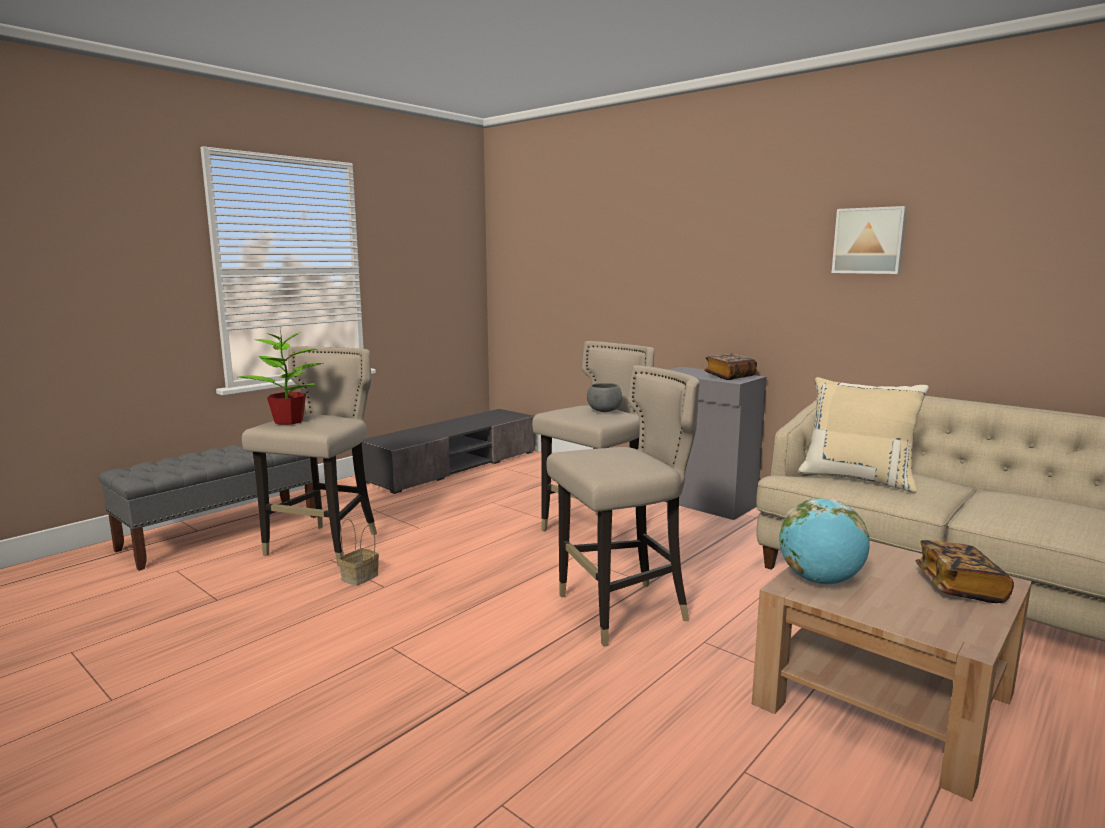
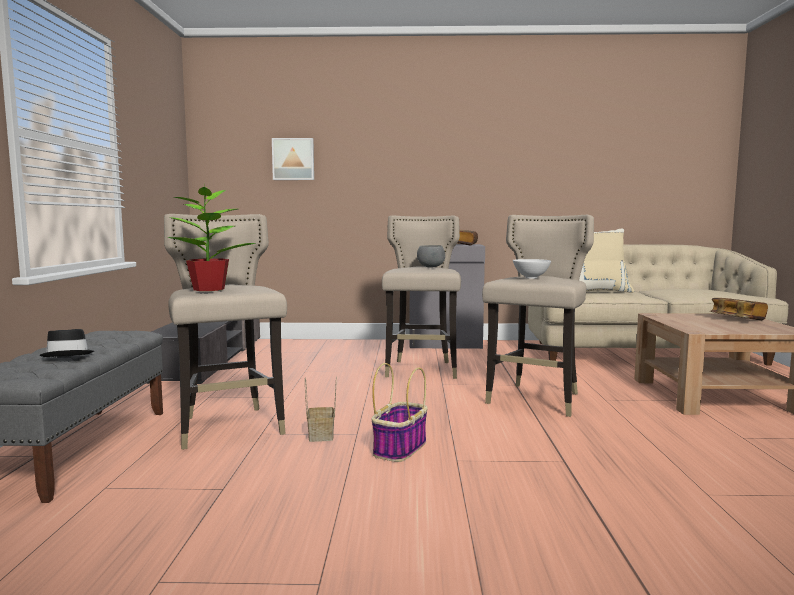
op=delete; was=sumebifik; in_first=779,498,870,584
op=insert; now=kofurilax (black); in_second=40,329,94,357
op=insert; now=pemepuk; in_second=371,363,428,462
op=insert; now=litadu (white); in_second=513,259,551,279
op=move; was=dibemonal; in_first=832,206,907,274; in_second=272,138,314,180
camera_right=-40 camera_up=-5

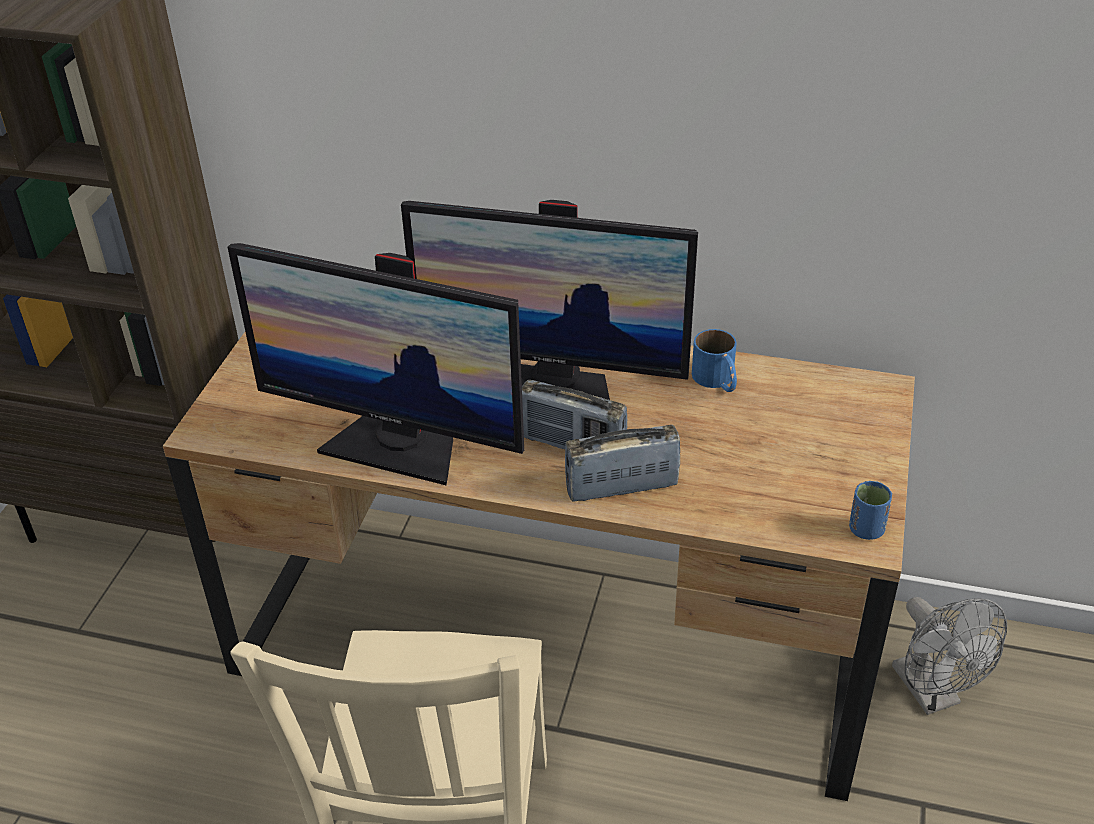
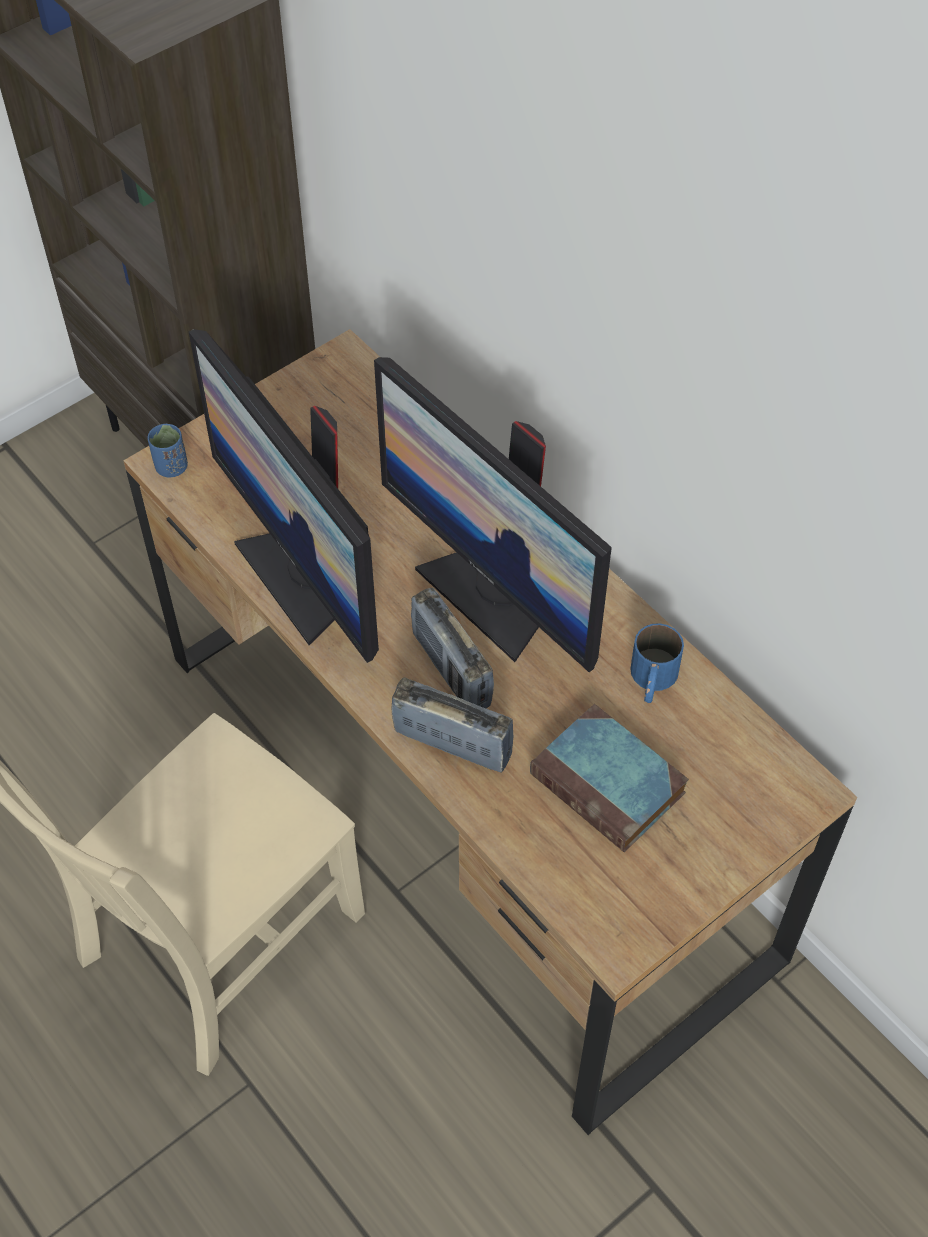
op=delete; was=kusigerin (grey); in_first=892,597,1007,715
op=insert; now=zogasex; in_second=530,704,689,852
op=move; was=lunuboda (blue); in_first=849,481,892,540; in_second=148,424,188,477
camera_right=35 camera_up=15

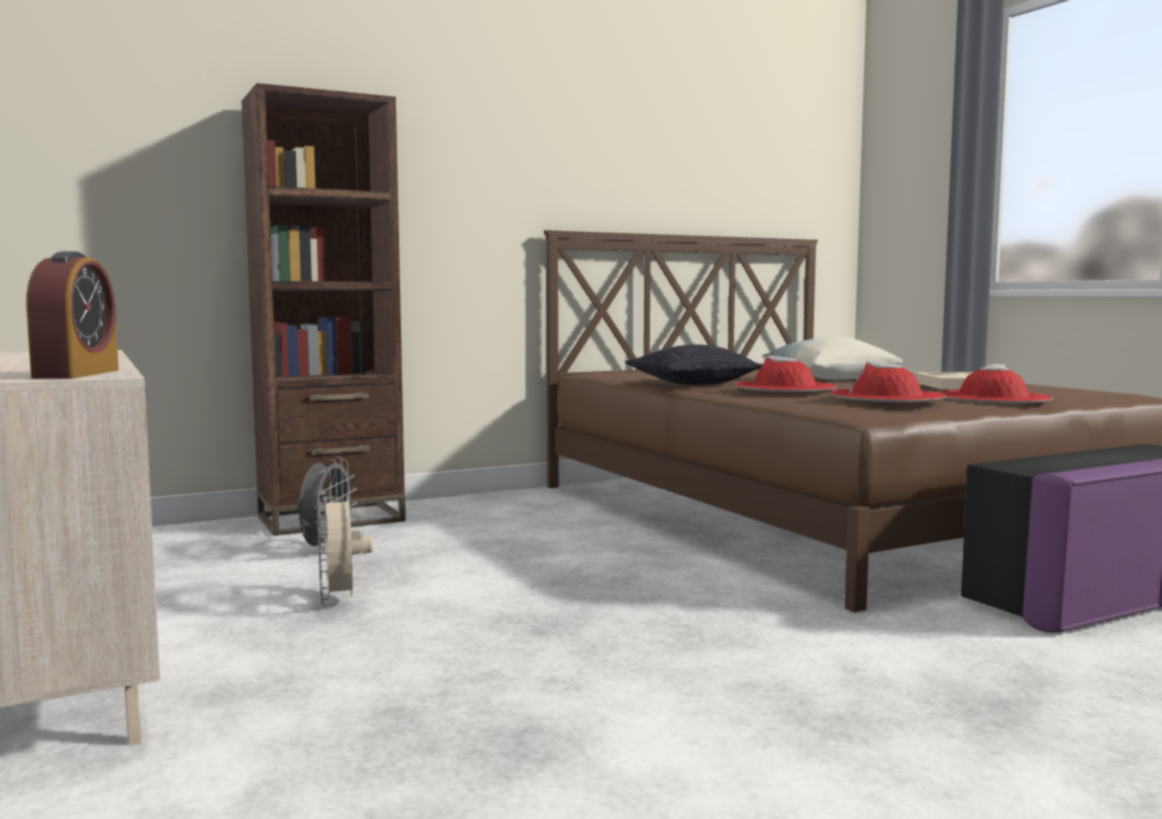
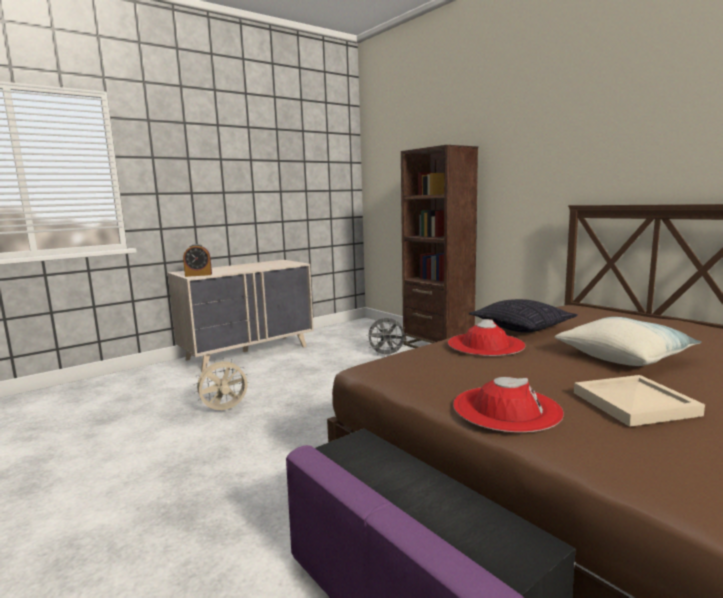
op=delete; was=kofurilax (red); in_first=829,361,946,402
op=move; was=kusigerin (beige); in_first=317,490,373,605; in_second=193,358,248,410
camera_right=80 camera_up=5

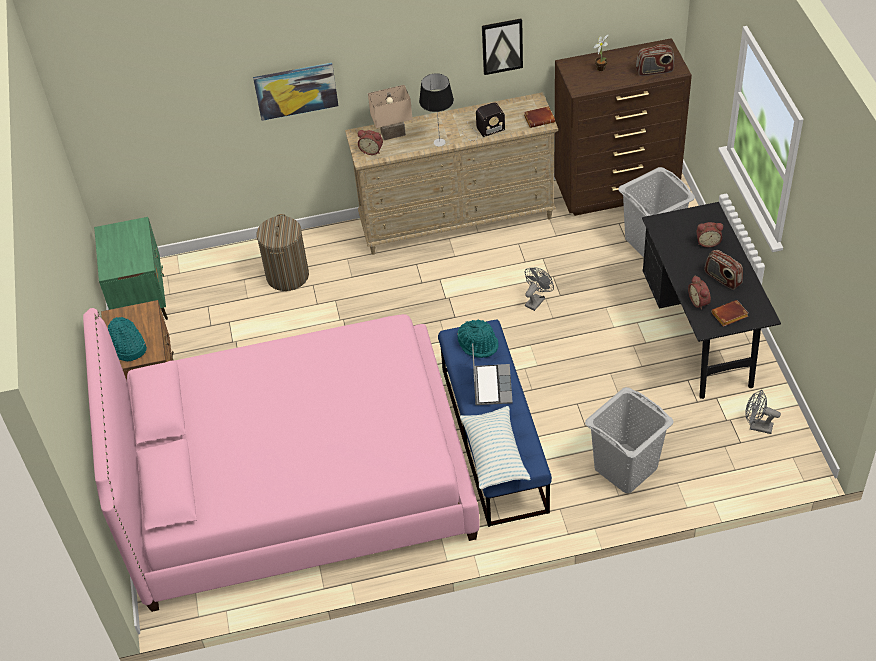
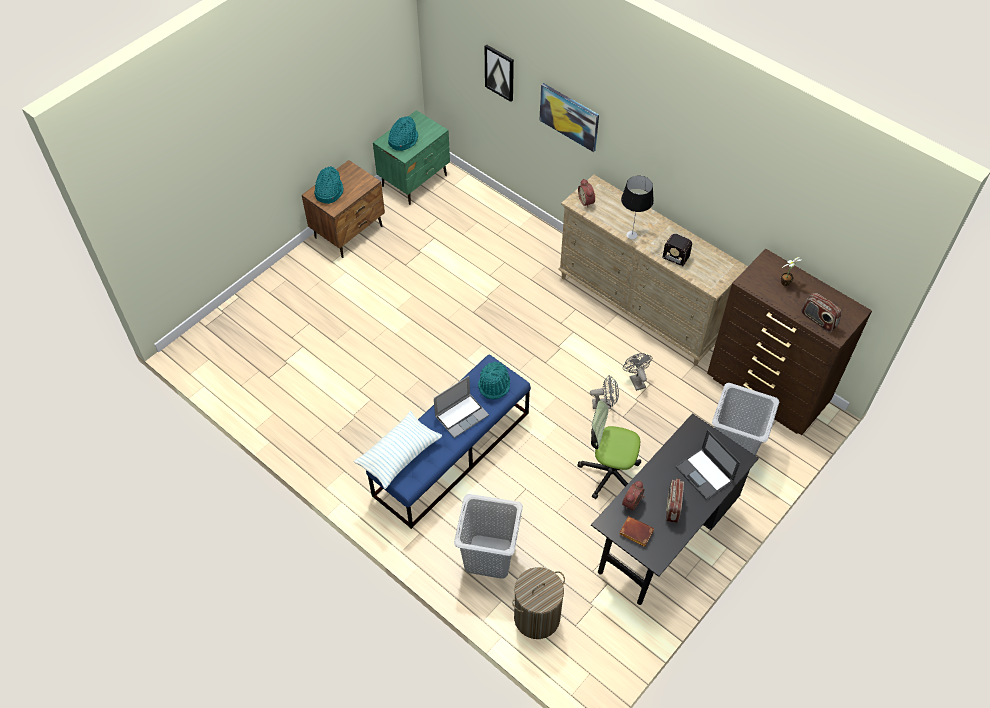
op=delete; was=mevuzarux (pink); in_first=83,308,480,612
op=delete; was=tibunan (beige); in_first=368,85,413,140
op=delete; was=zogasex (brown); in_first=524,106,555,128
op=insert; now=kofurilax (turquoise); in_second=388,116,418,151
op=insert; now=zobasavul; in_second=577,400,641,499
op=move; was=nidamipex; in_first=256,214,309,291; in_second=512,567,565,639
op=move; was=dibemonal; in_first=482,19,523,75; in_second=485,44,514,102
op=move; was=kusigerin (grey); in_first=745,390,781,434; in_second=623,353,652,391
op=replace; was=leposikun; now=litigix; in_first=697,222,723,247; in_second=675,430,740,500
camera_right=50 camera_up=5

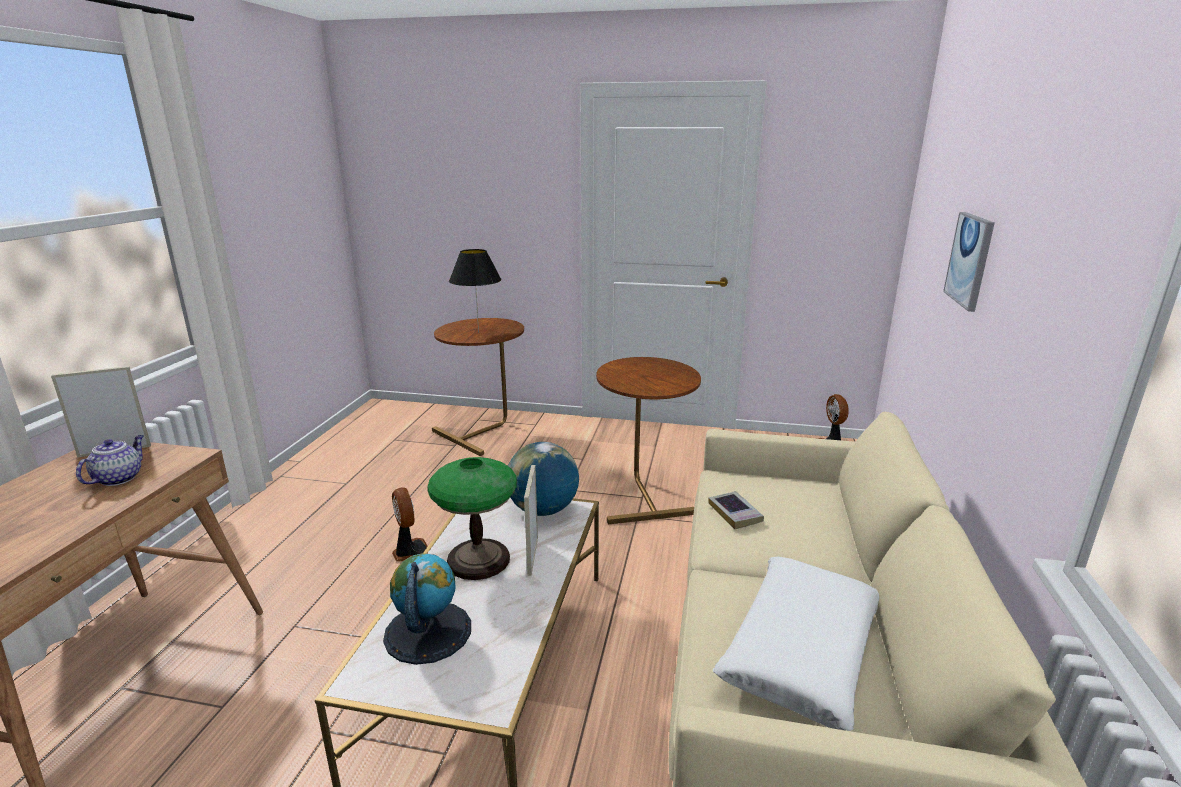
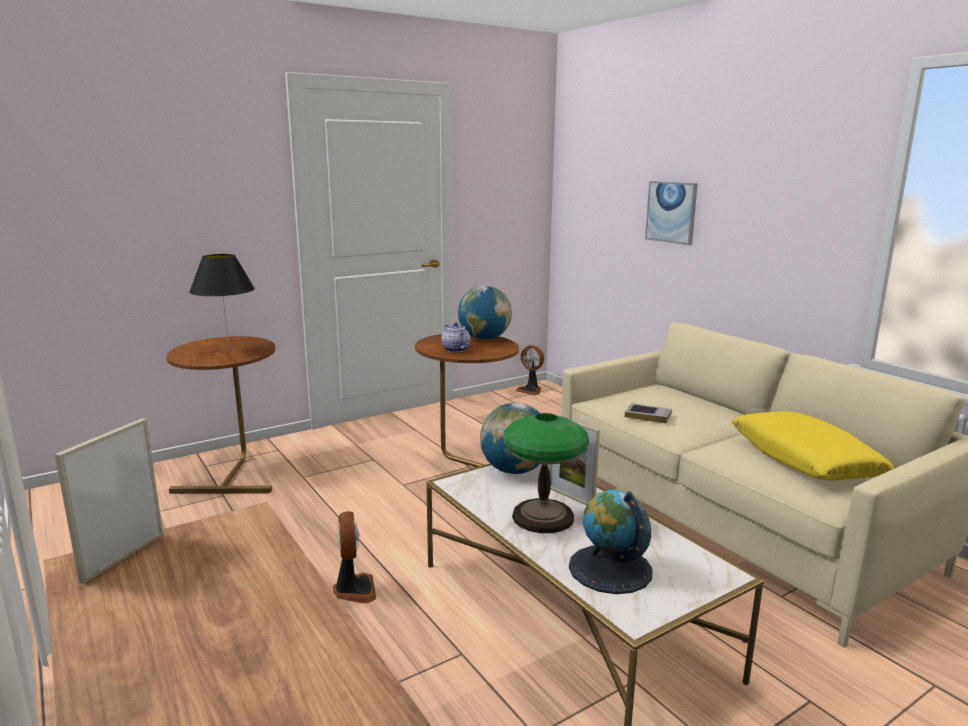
op=insert; now=sumebifik; in_second=458,286,512,340
op=move; was=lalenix; in_first=76,435,144,486; in_second=441,322,470,353
op=recolor; was=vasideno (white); now=vasideno (yellow); in_first=713,557,879,731; in_second=731,411,895,481
op=rotate; was=kusigerin; in_first=392,487,428,562; in_second=333,511,376,603; clockwise=60
camera_right=-45 camera_up=-5

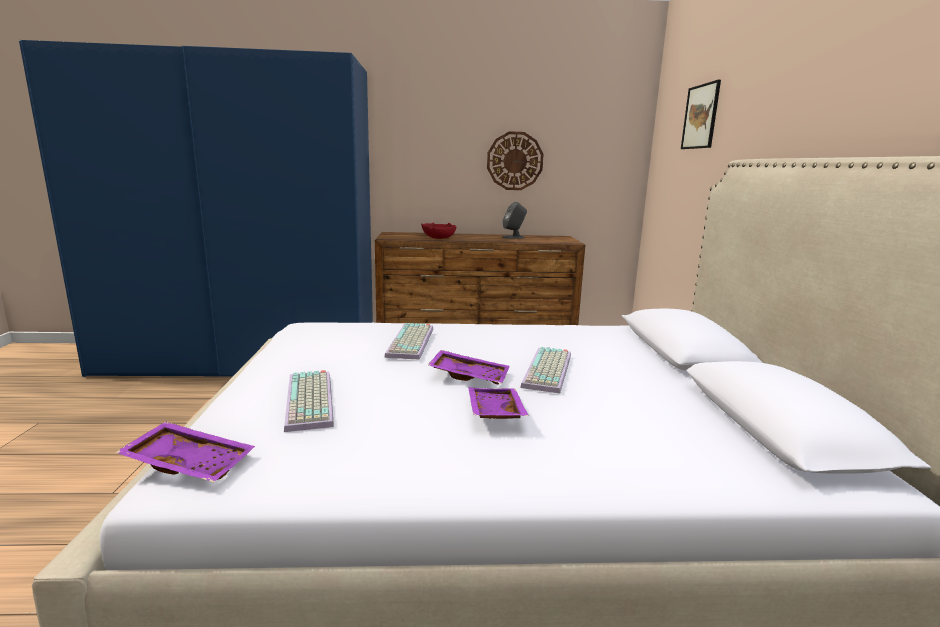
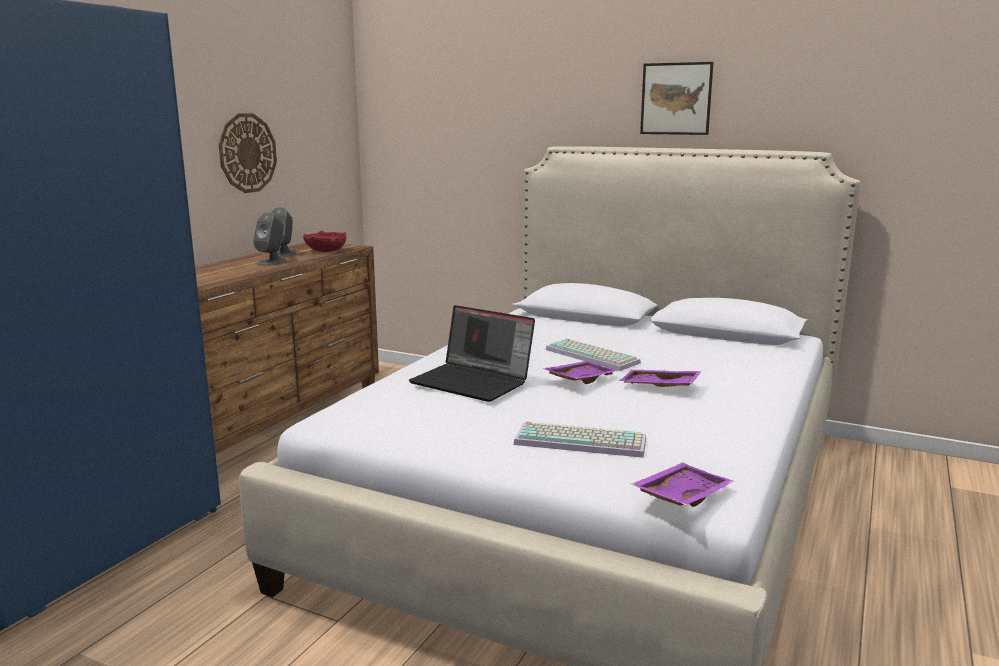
op=insert; now=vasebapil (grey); in_second=253,212,287,266
op=move; was=litadu (red); in_first=421,222,456,239; in_second=303,231,346,252
op=move; was=dibemonal; in_first=681,80,721,149; in_second=640,62,714,135
op=replace; was=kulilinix; now=litigix; in_first=384,323,433,360; in_second=409,305,535,402
camera_right=-60 camera_up=0

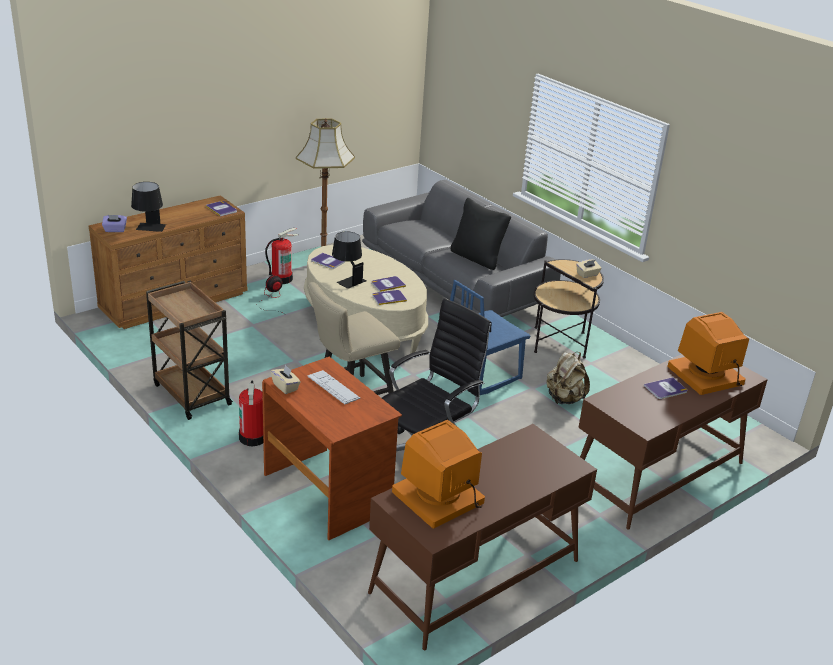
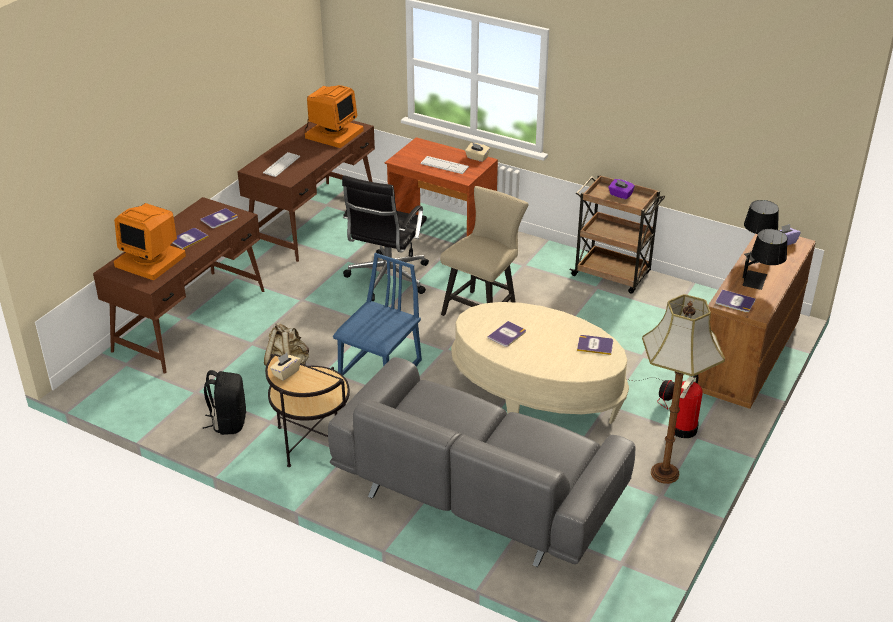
op=delete; was=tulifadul; in_first=239,380,263,446
op=delete; was=vasideno (black); in_first=450,198,511,270
op=insert; now=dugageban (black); in_second=203,370,246,435
op=insert; now=kulilinix; in_second=263,152,300,177
op=insert; now=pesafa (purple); in_second=608,179,635,199
op=move; was=tibunan (black); in_first=332,231,366,289; in_second=742,229,787,290
op=move; was=zogasex; in_first=372,290,407,305; in_second=200,208,238,228
op=rotate; was=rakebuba; in_first=667,312,749,395; in_second=114,203,186,280; clockwise=75
camera_right=160 camera_up=5

